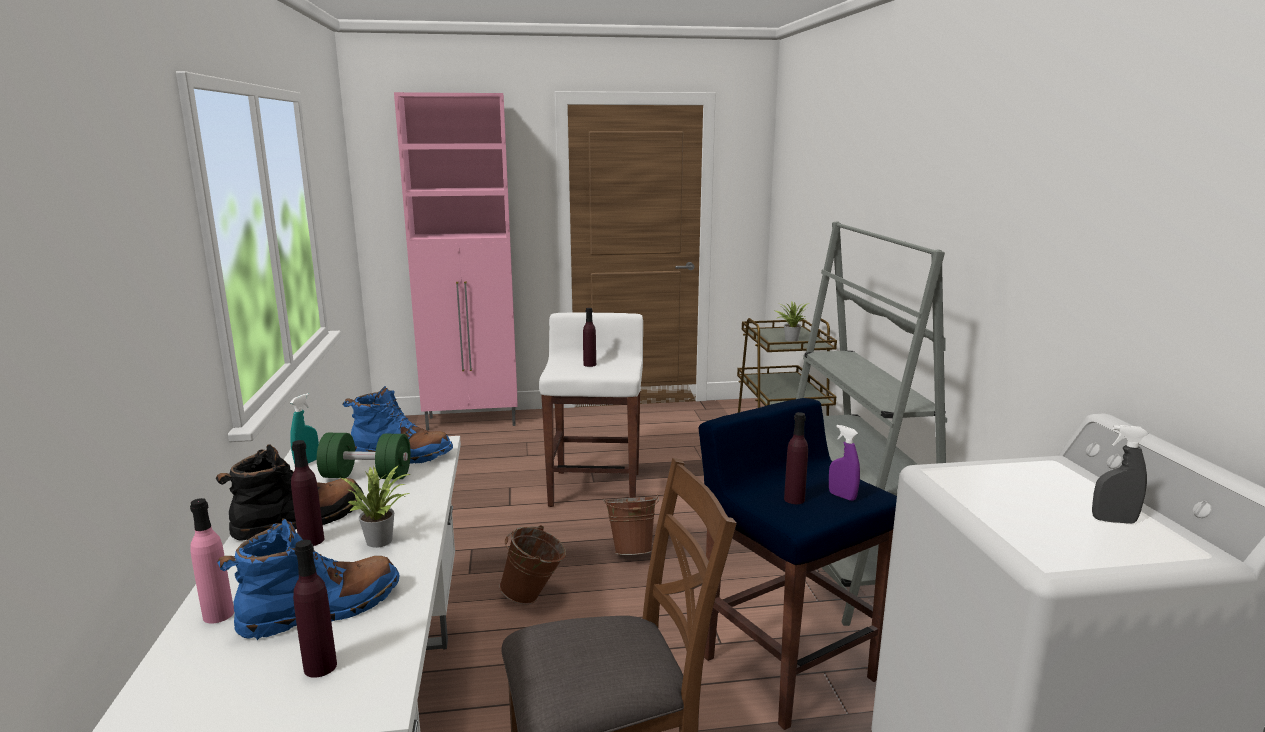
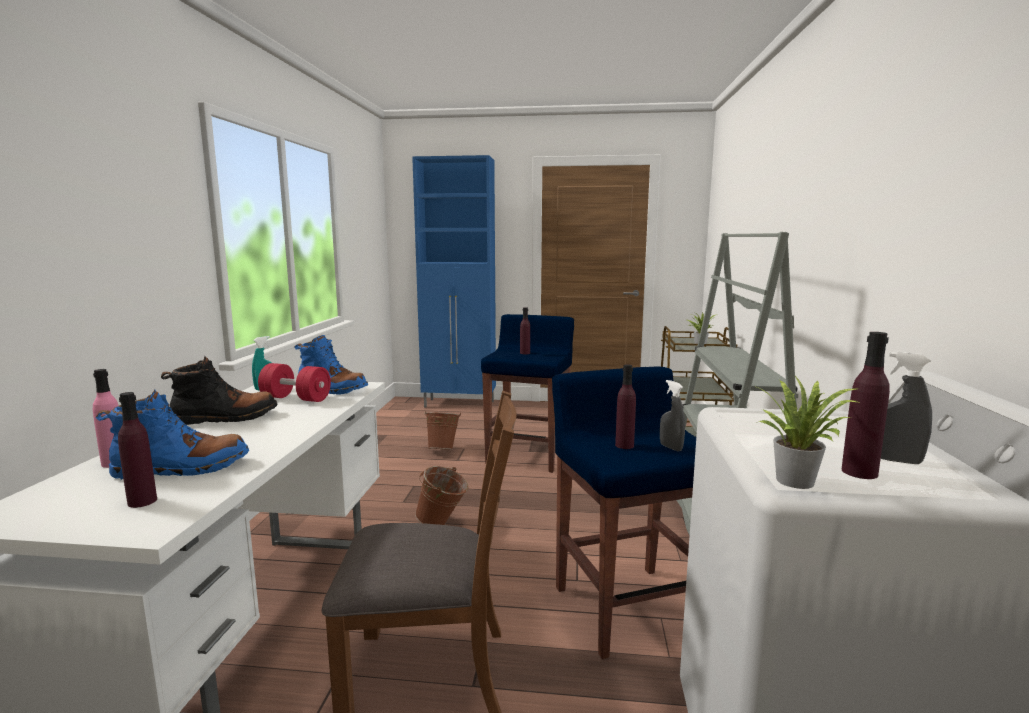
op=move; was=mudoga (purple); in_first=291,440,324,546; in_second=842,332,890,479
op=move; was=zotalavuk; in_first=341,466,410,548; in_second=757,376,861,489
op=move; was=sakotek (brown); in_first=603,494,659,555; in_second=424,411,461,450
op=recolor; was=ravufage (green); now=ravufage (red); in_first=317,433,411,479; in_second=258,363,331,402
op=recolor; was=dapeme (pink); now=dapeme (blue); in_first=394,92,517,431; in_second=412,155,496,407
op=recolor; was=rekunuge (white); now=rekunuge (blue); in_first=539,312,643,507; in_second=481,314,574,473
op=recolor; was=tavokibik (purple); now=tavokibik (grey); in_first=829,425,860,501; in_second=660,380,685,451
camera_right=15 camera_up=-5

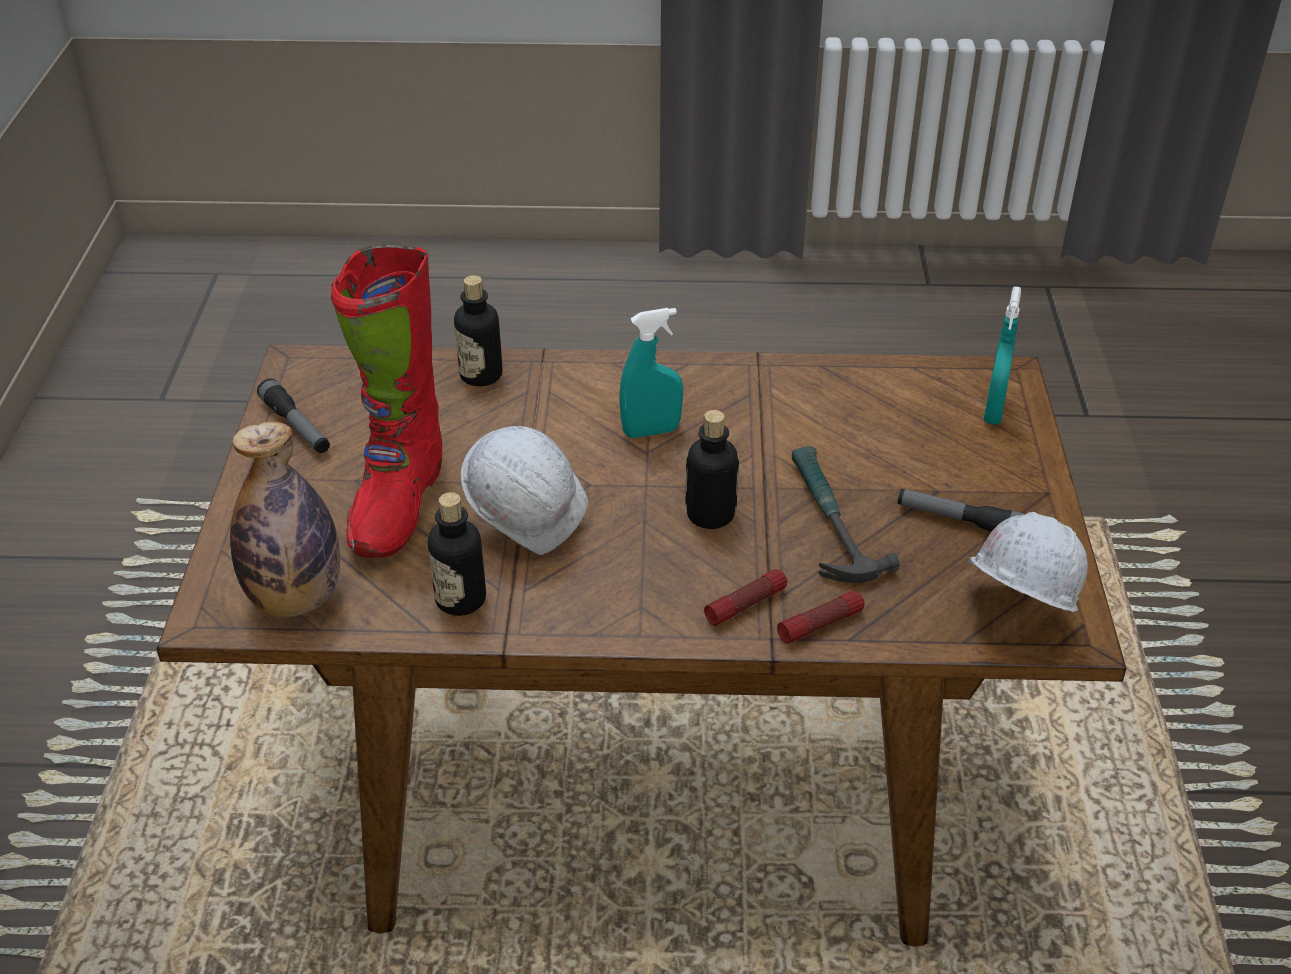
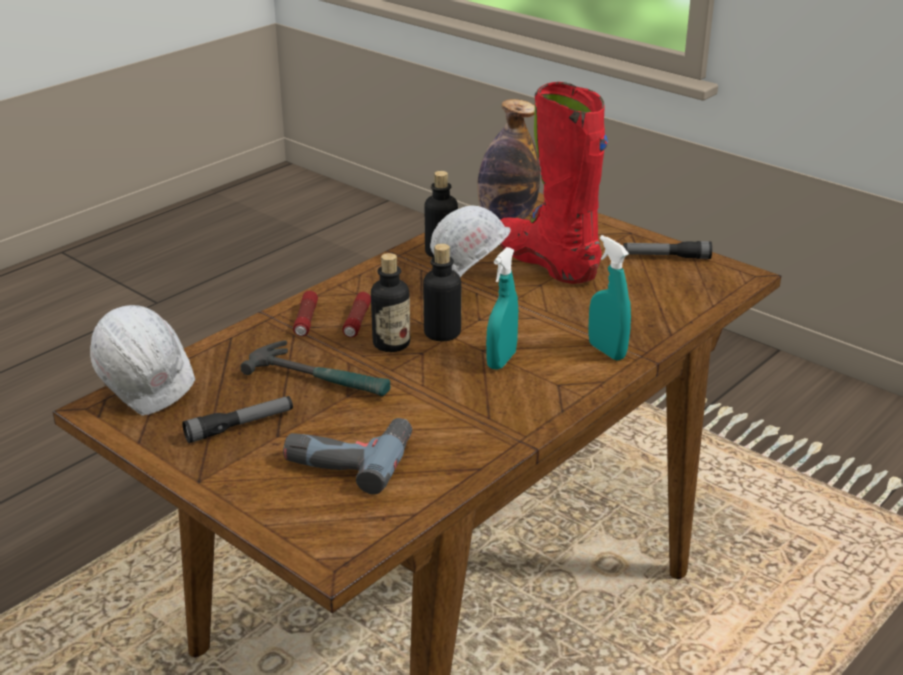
op=insert; now=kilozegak; in_second=283,418,412,494
op=move; was=mudoga; in_first=454,275,503,386; in_second=423,244,461,341
op=move; was=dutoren; in_first=777,591,865,644; in_second=342,292,371,337
op=move; was=tavokibik (turquoise); in_first=984,286,1021,425; in_second=588,235,631,361
camera_right=130 camera_up=-10

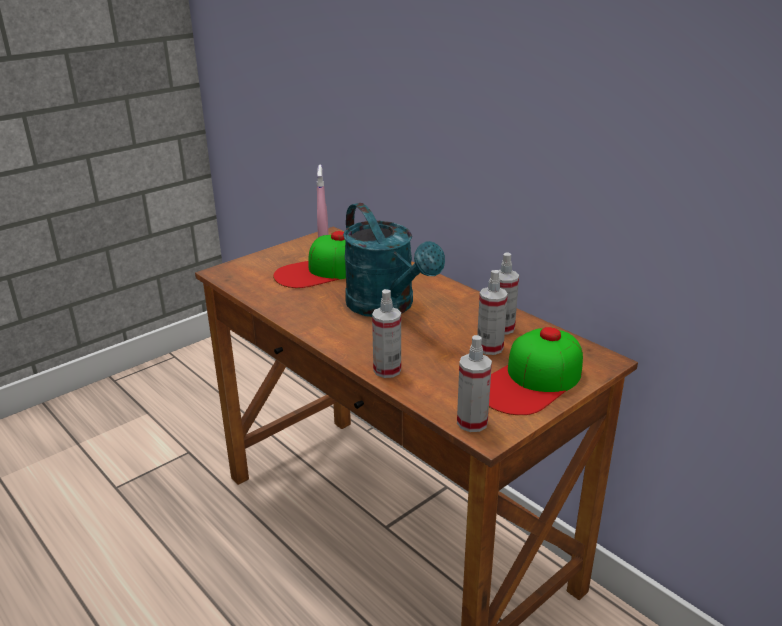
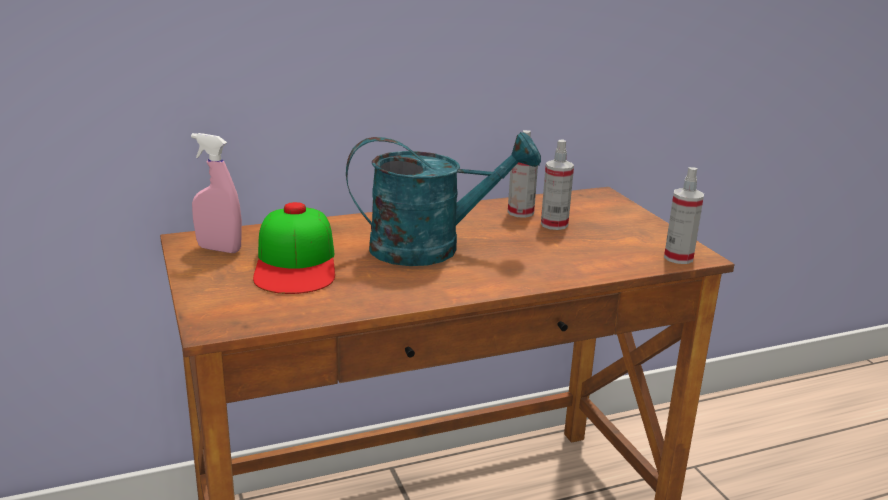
op=delete; was=tavokibik; in_first=372,289,401,378
op=delete; was=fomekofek; in_first=489,327,583,415
camera_right=-70 camera_up=-5

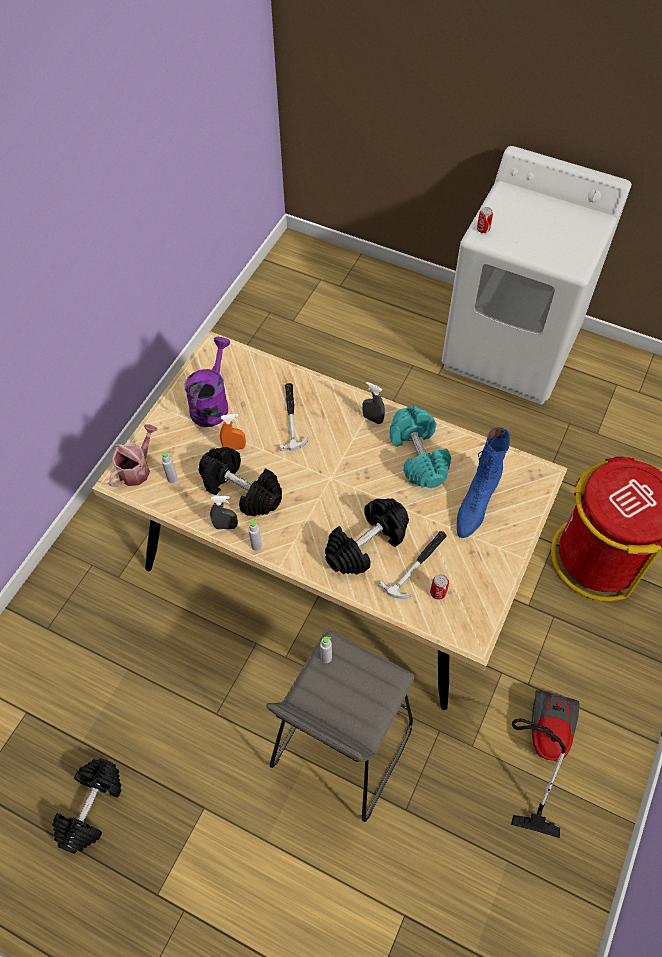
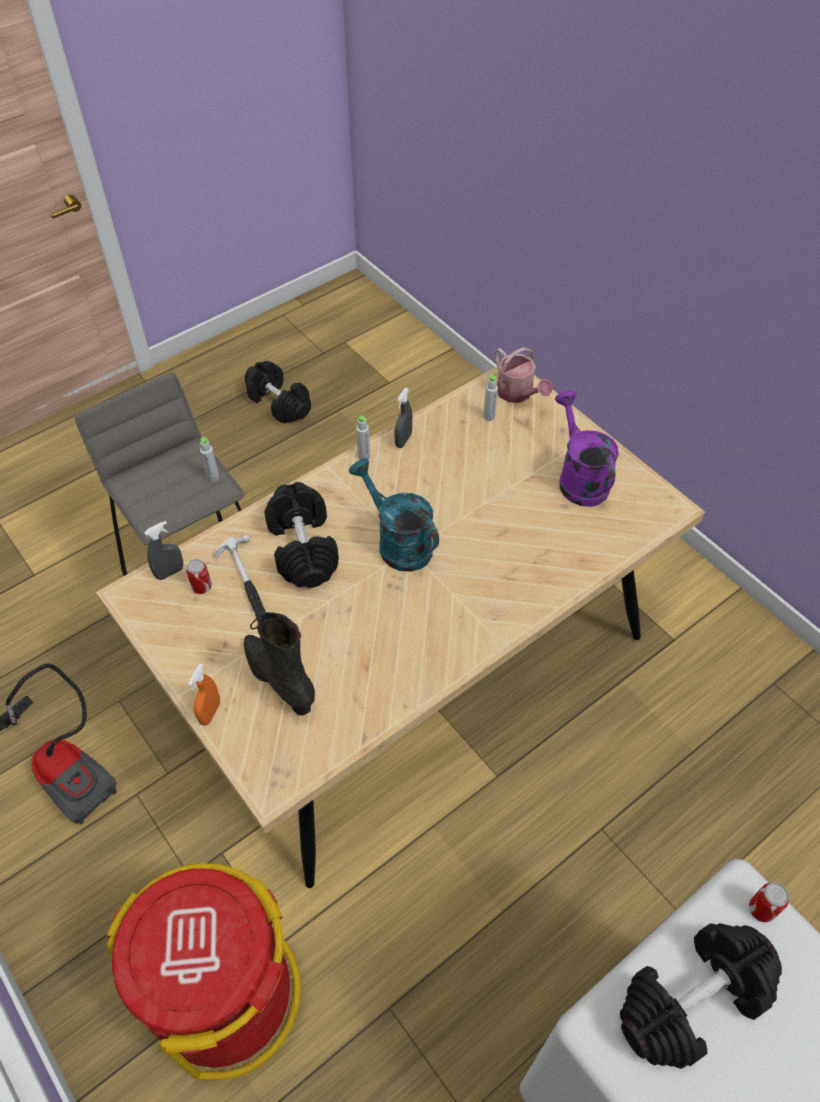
op=delete; was=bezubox; in_first=280,383,308,451
op=delete; was=ravufage (turquoise); in_first=390,406,451,488
op=insert; now=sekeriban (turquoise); in_second=349,458,439,572
op=move; was=ravufage (black); in_first=199,447,282,517; in_second=620,923,782,1069
op=move; was=tavokibik (orange); in_first=220,414,246,450; in_second=188,664,220,726
op=move; was=tavokibik (grey); in_first=362,382,385,424; in_second=144,521,183,580
op=recolor; was=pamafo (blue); now=pamafo (black); in_first=457,427,510,538; in_second=244,612,315,715
op=rotate; was=sekeriban (purple); in_first=185,337,231,427; in_second=555,390,619,507; clockwise=-150
camera_right=115 camera_up=-5

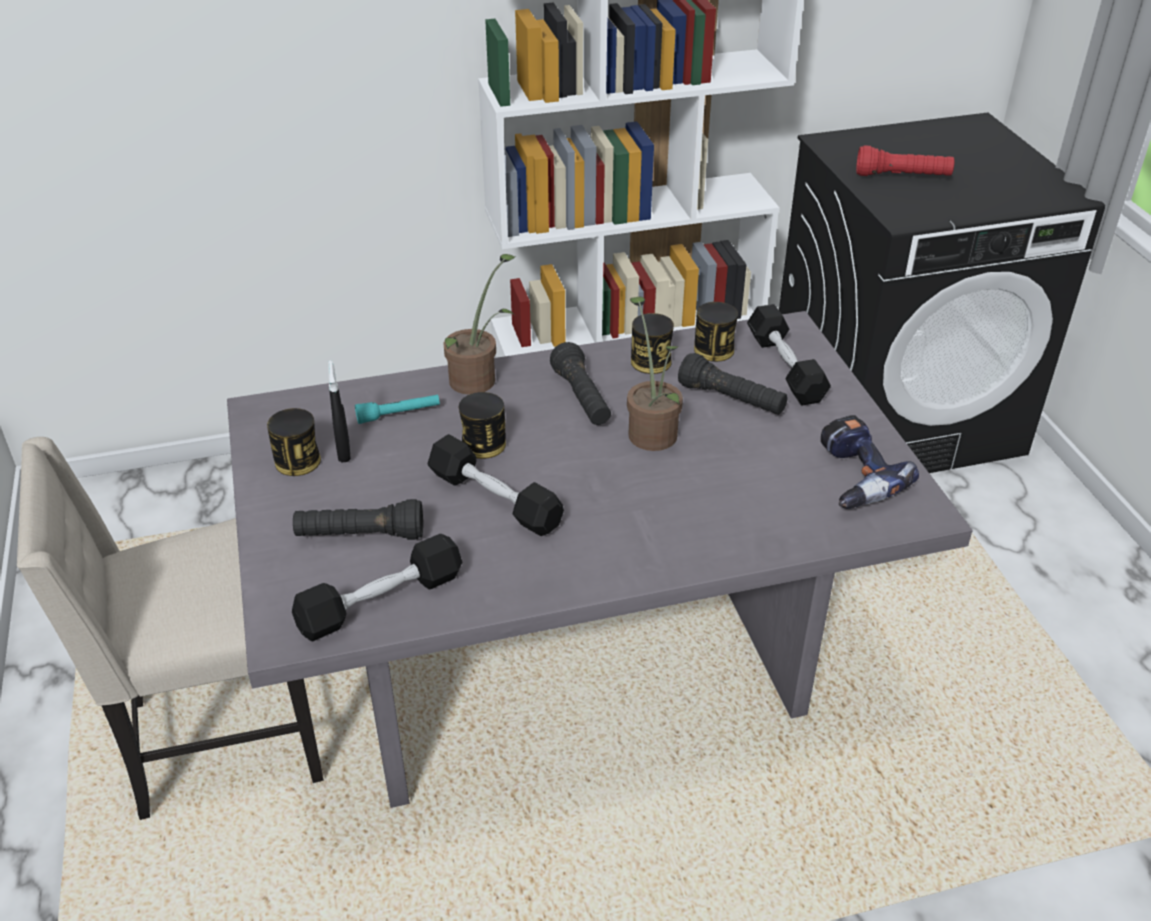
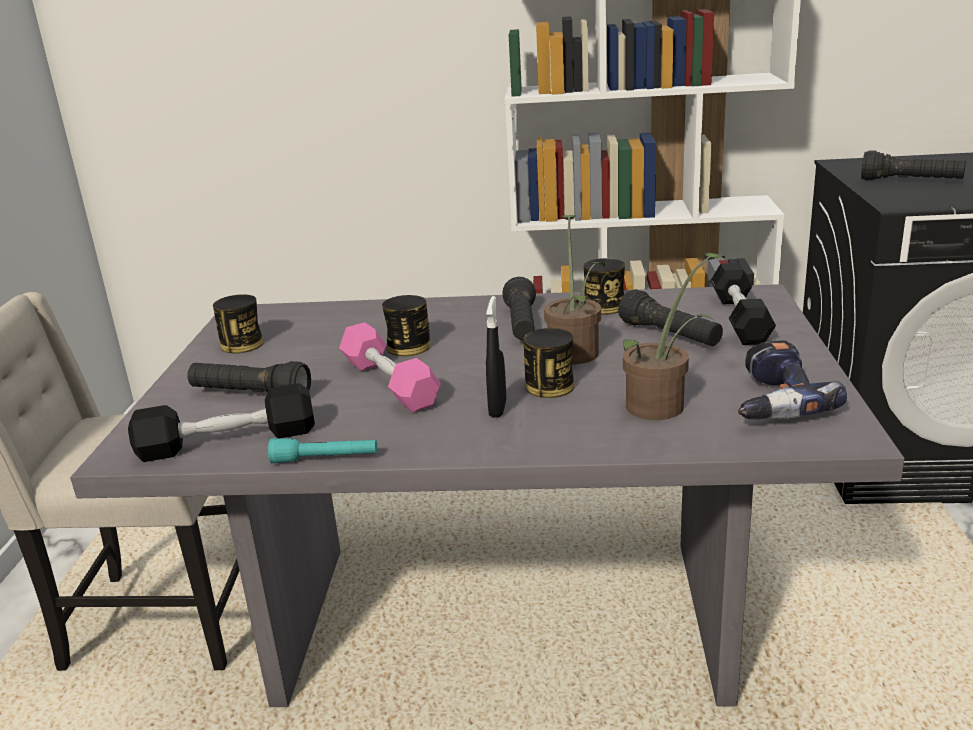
op=move; was=tavokibik (black); in_first=328,360,351,462; in_second=486,296,506,417
op=move; was=dutoren (turquoise); in_first=355,395,440,424; in_second=268,438,377,463
op=move; was=zotalavuk; in_first=443,254,515,395; in_second=623,253,725,420
op=move; was=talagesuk; in_first=694,302,738,362; in_second=524,328,575,398
op=recolor; was=ravufage (black); now=ravufage (pink); in_first=428,434,564,536; in_second=339,322,441,412
op=recolor; was=dutoren (red); now=dutoren (black); in_first=856,145,954,176; in_second=861,150,966,181
camera_right=20 camera_up=-15

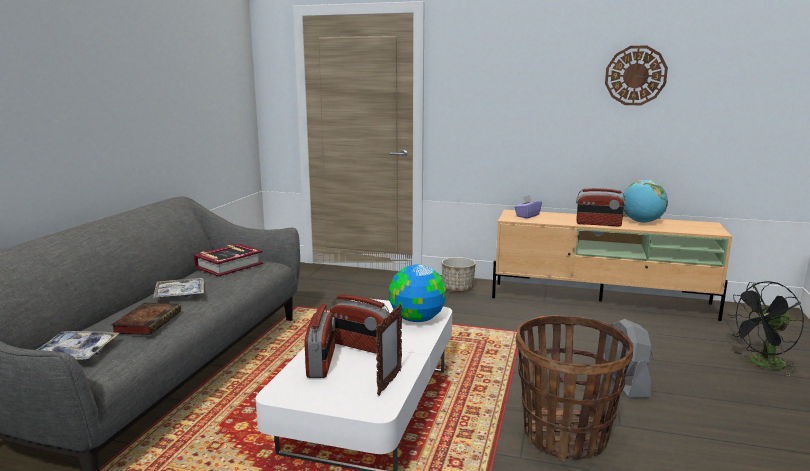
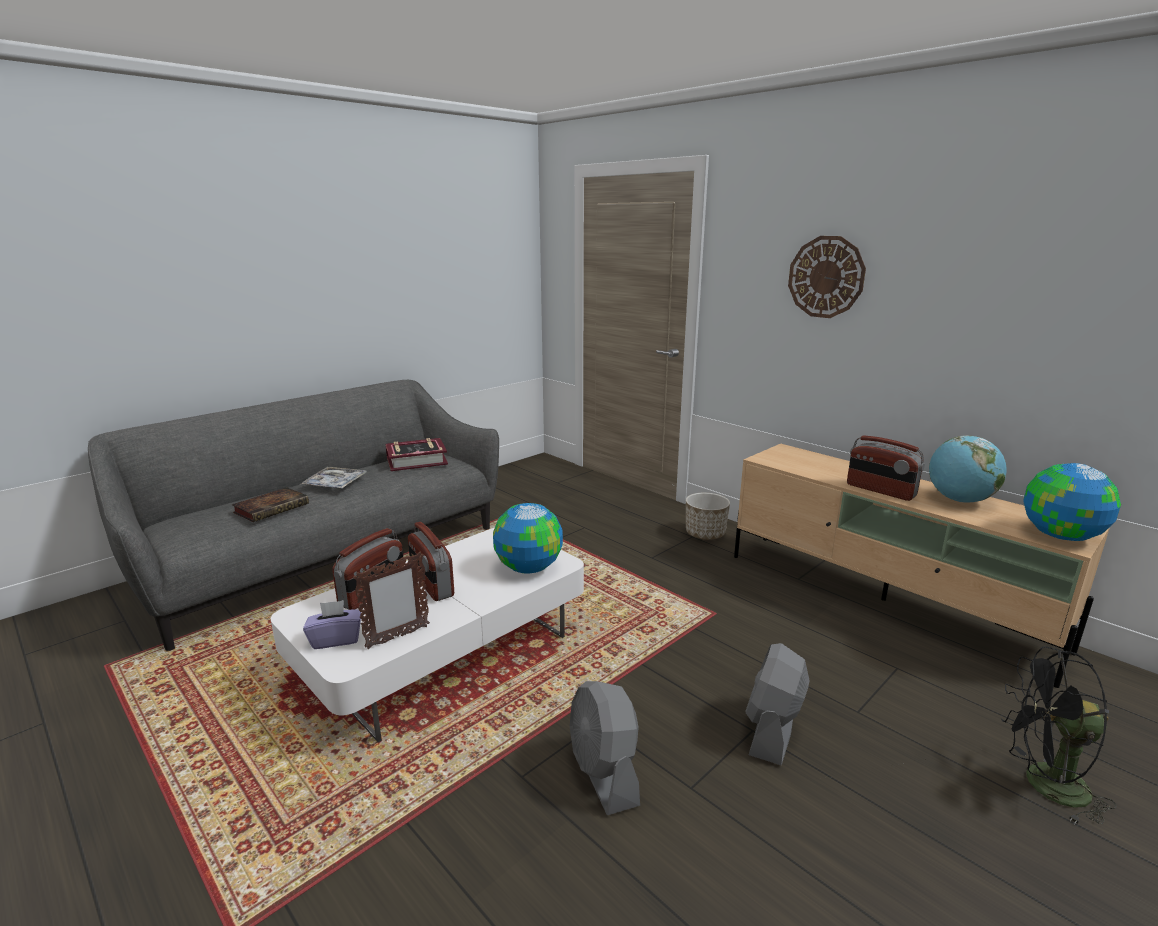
op=delete; was=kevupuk; in_first=37,331,119,360
op=insert; now=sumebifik; in_second=1023,463,1121,541
op=move; was=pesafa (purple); in_first=514,195,542,218; in_second=303,600,362,649
op=move; was=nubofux; in_first=605,46,668,105; in_second=788,236,866,318
op=replace; was=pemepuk; now=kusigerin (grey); in_first=516,315,634,461; in_second=570,681,640,815
camera_right=30 camera_up=5

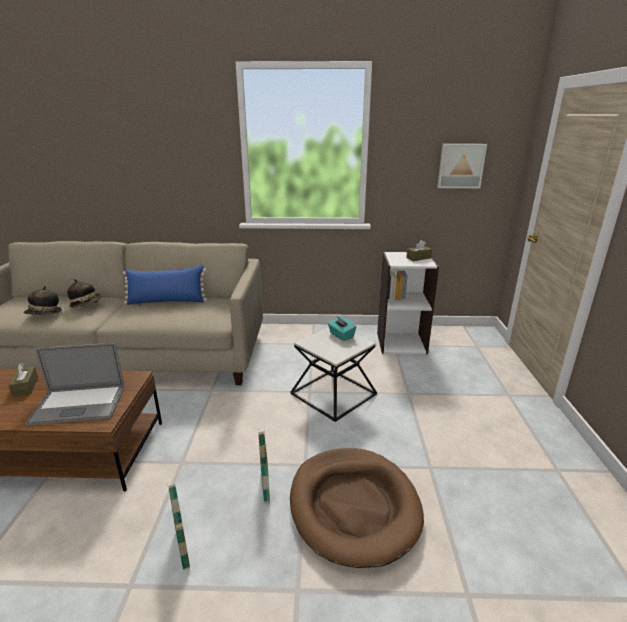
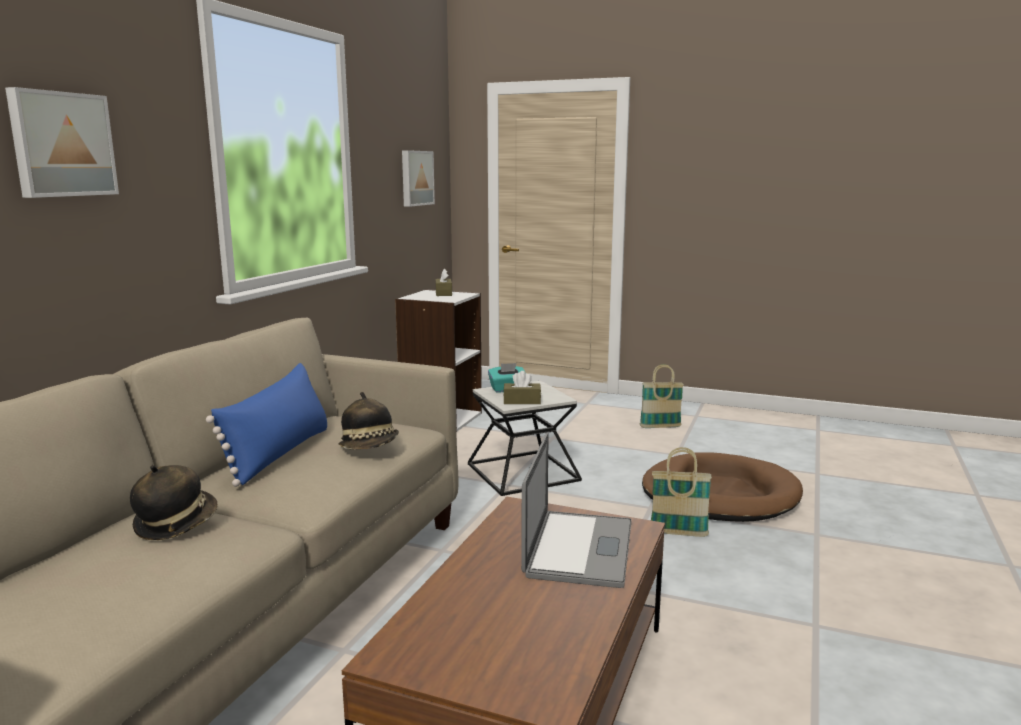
op=insert; now=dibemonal; in_second=5,87,119,198
op=move; was=pesafa (brown); in_first=8,363,38,397; in_second=503,371,541,404
op=move; was=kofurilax; in_first=24,286,62,315; in_second=339,392,399,450
op=move; was=pemepuk; in_first=167,483,190,570; in_second=640,364,684,428
camera_right=-70 camera_up=-10

